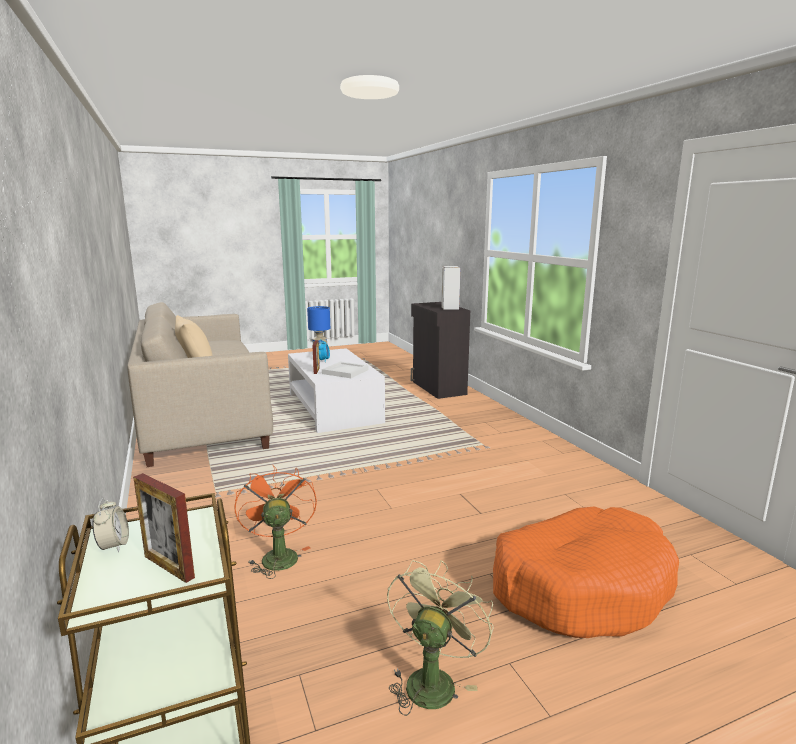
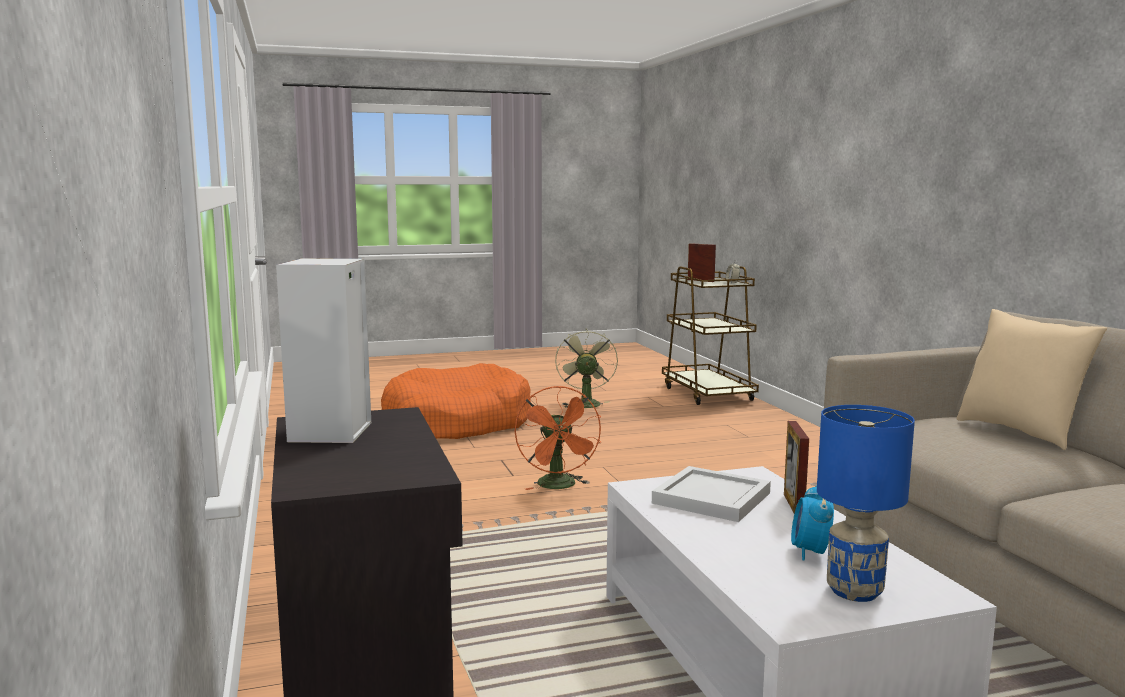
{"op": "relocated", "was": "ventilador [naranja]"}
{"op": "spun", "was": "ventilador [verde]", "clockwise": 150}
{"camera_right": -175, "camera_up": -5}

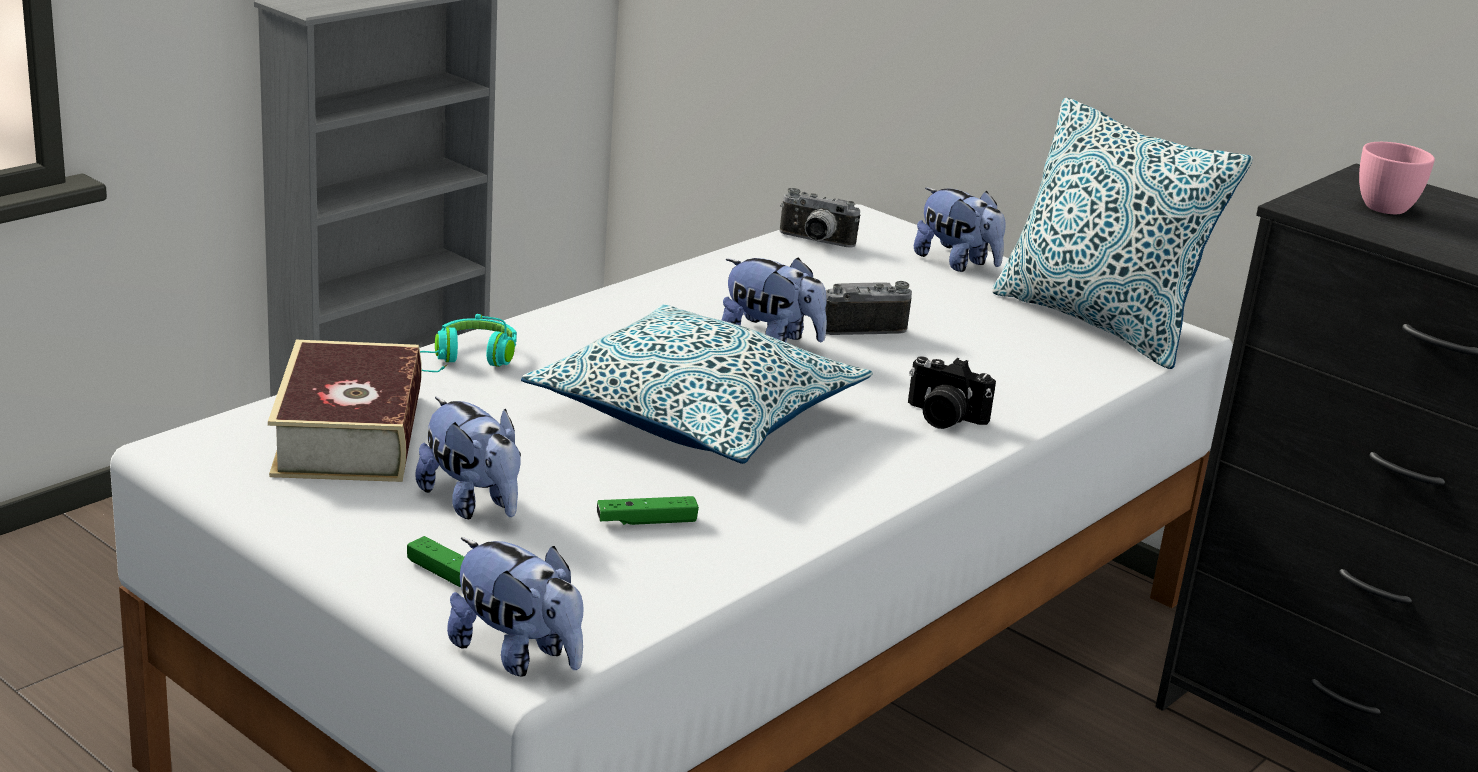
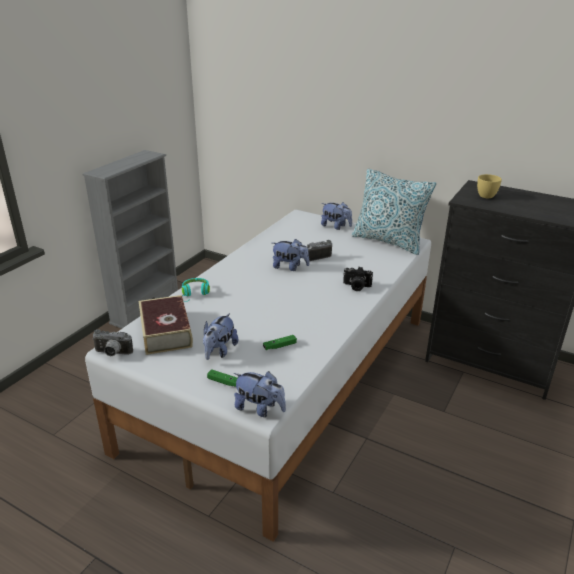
{"op": "colour", "was": "taza [rosa]", "now": "taza [amarillo]"}
{"op": "relocated", "was": "cámara (no. 1 from left)"}
{"op": "missing", "was": "cojín (no. 1 from left)"}
{"op": "spun", "was": "peluche (no. 1 from left)", "clockwise": 75}
{"camera_right": -10, "camera_up": 5}

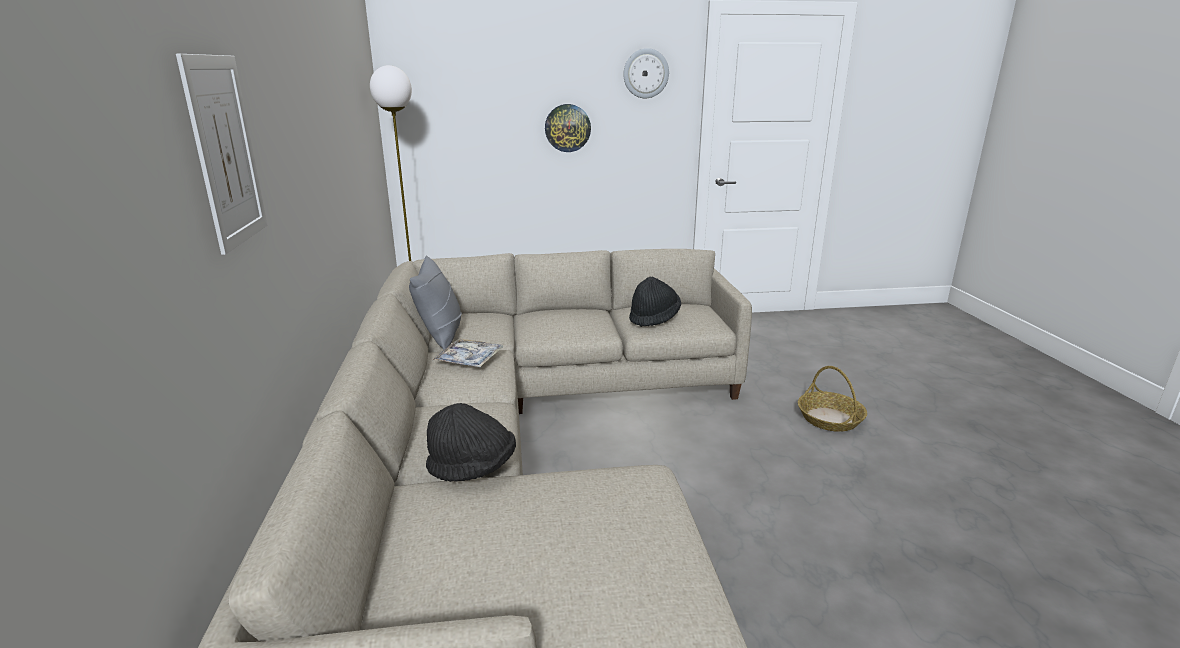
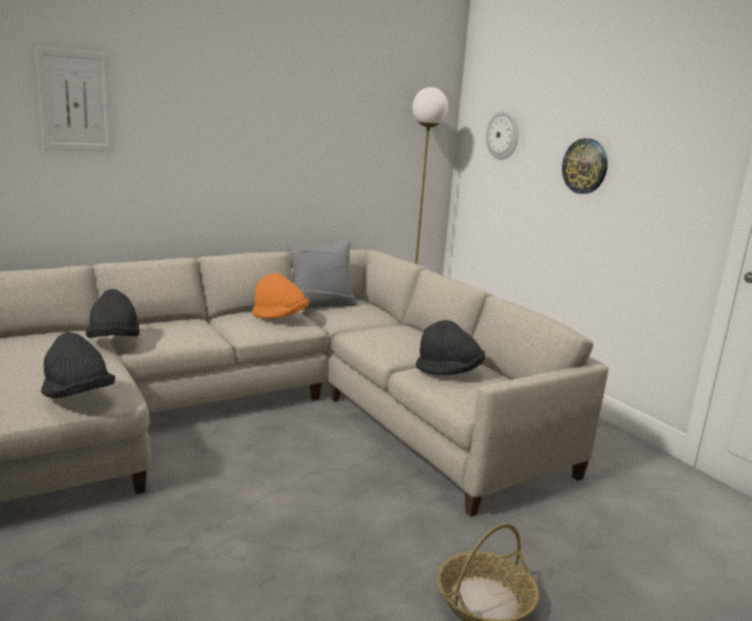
{"op": "relocated", "was": "reloj de pared (no. 2 from left in the first image)", "now": "reloj de pared (no. 1 from left)"}
{"op": "exchanged", "was": "bandeja", "now": "sombrero [naranja]"}
{"op": "appeared", "now": "sombrero [negro] (no. 1 from left)"}
{"camera_right": 65, "camera_up": -5}

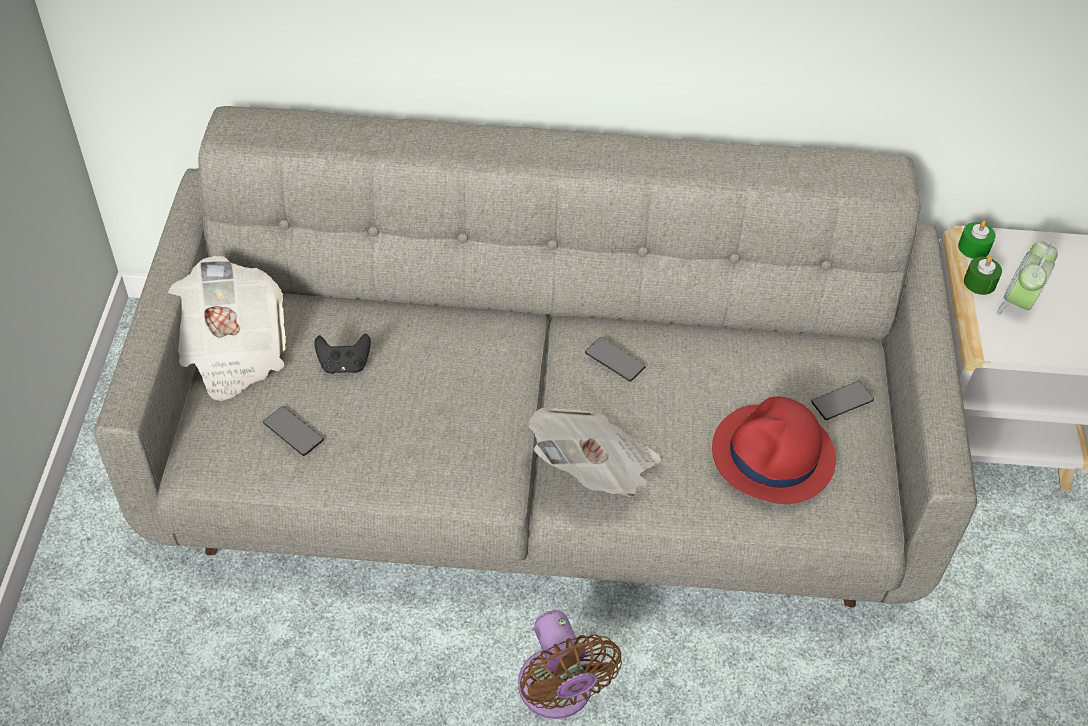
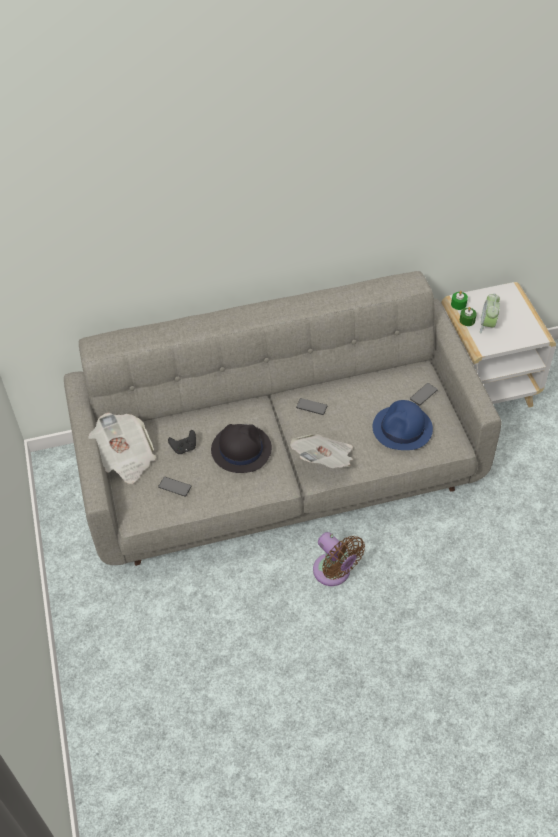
{"op": "colour", "was": "sombrero [rojo]", "now": "sombrero [azul]"}
{"op": "appeared", "now": "sombrero [negro]"}
{"camera_right": -15, "camera_up": 0}

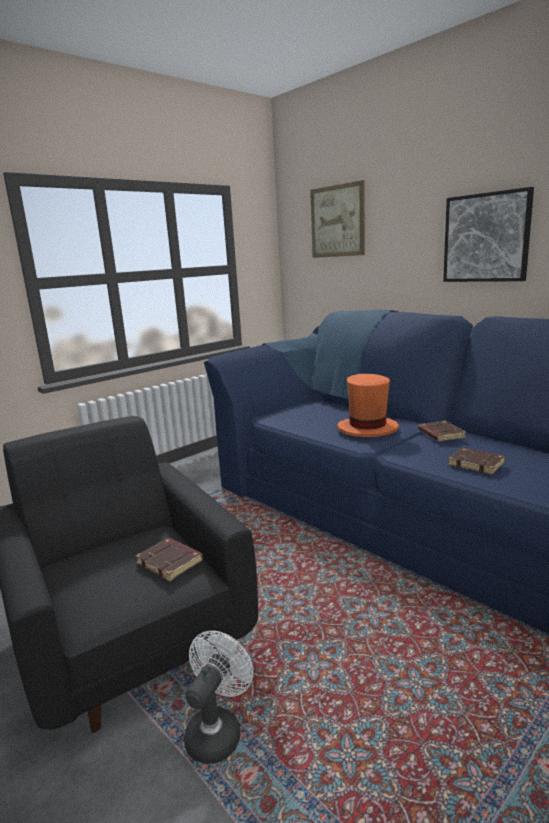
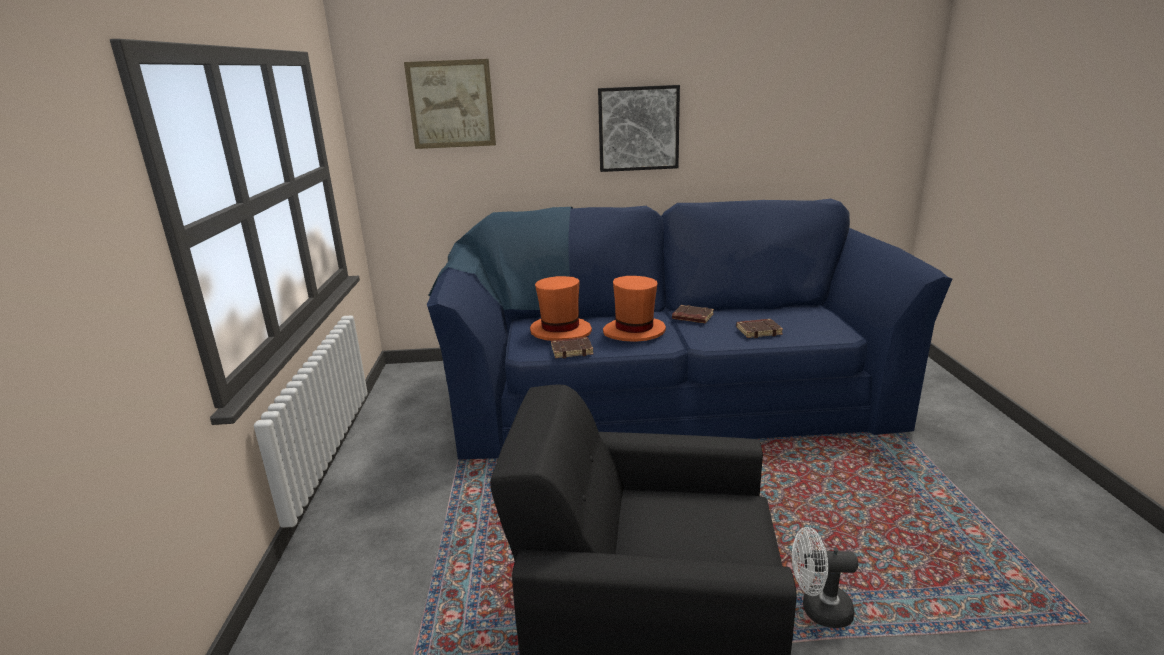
{"op": "relocated", "was": "libro [marrón] (no. 1 from left)"}
{"op": "spun", "was": "ventilador [blanco]", "clockwise": -60}
{"op": "appeared", "now": "sombrero [naranja] (no. 1 from left)"}
{"camera_right": -50, "camera_up": 5}

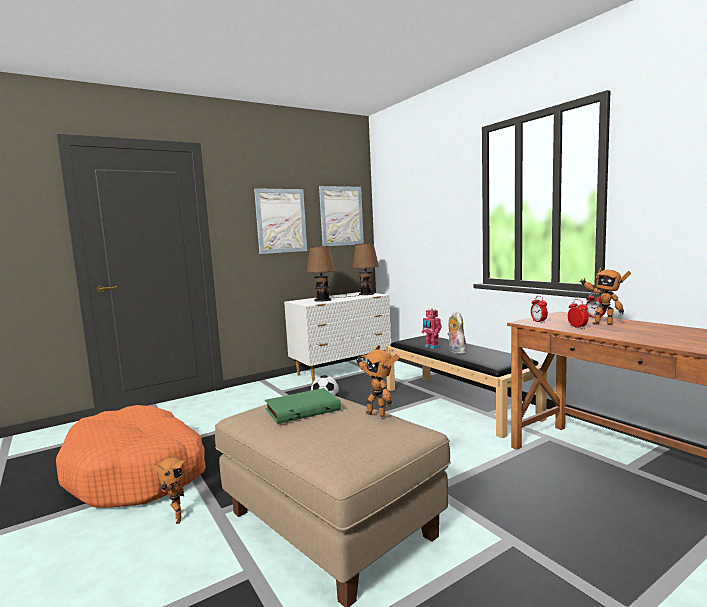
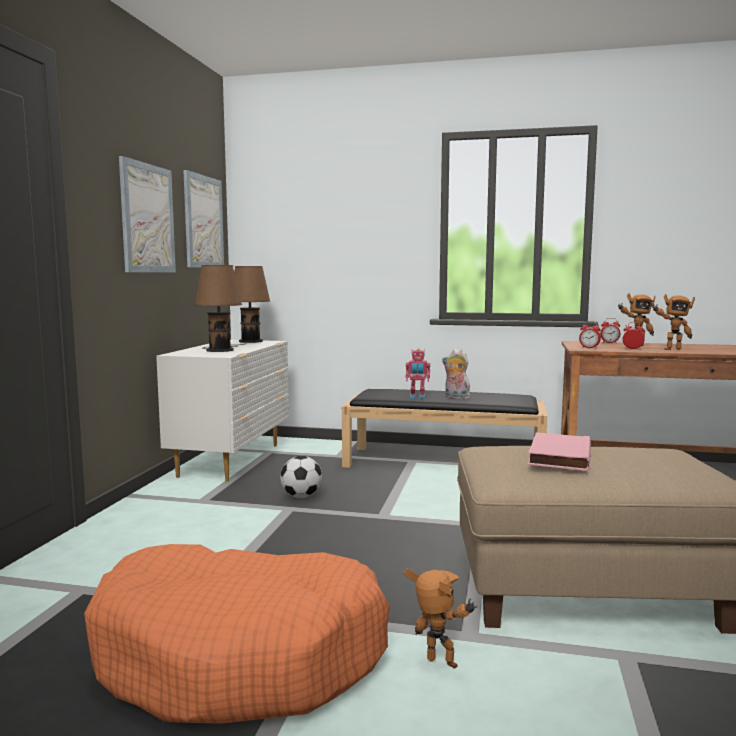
{"op": "relocated", "was": "robot de juguete (no. 2 from left in the first image)", "now": "robot de juguete (no. 4 from left)"}
{"op": "colour", "was": "libro [verde]", "now": "libro [rosa]"}
{"camera_right": -45, "camera_up": 0}

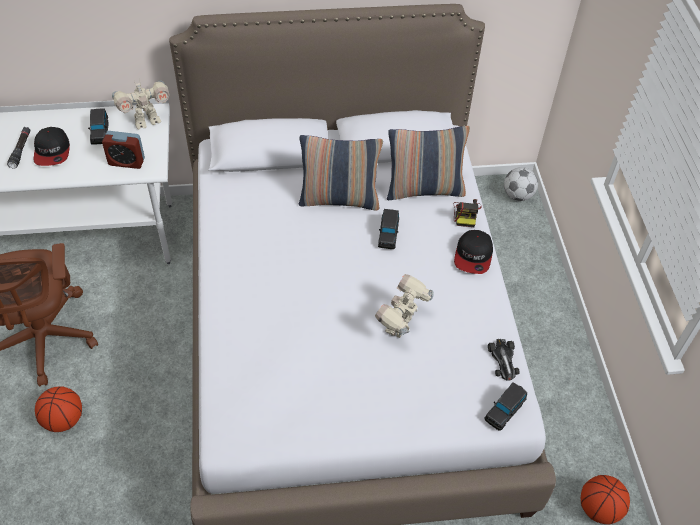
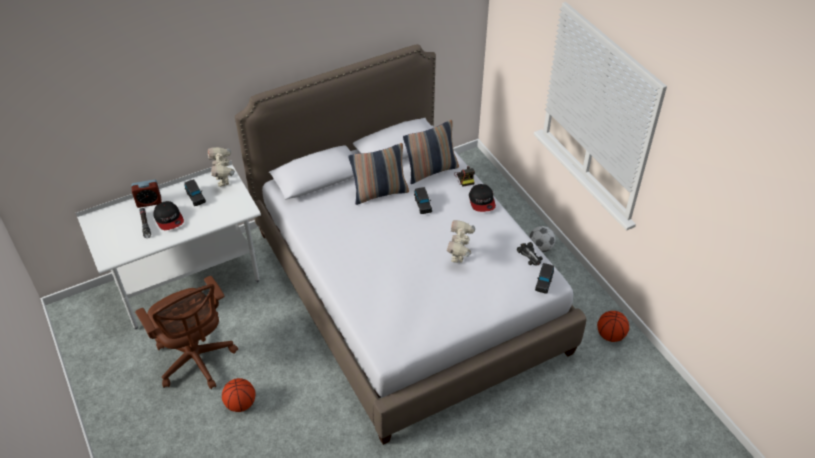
{"op": "spun", "was": "robot de juguete (no. 1 from left)", "clockwise": 120}
{"op": "relocated", "was": "despertador"}
{"op": "relocated", "was": "balón de fútbol"}
{"camera_right": -20, "camera_up": -5}

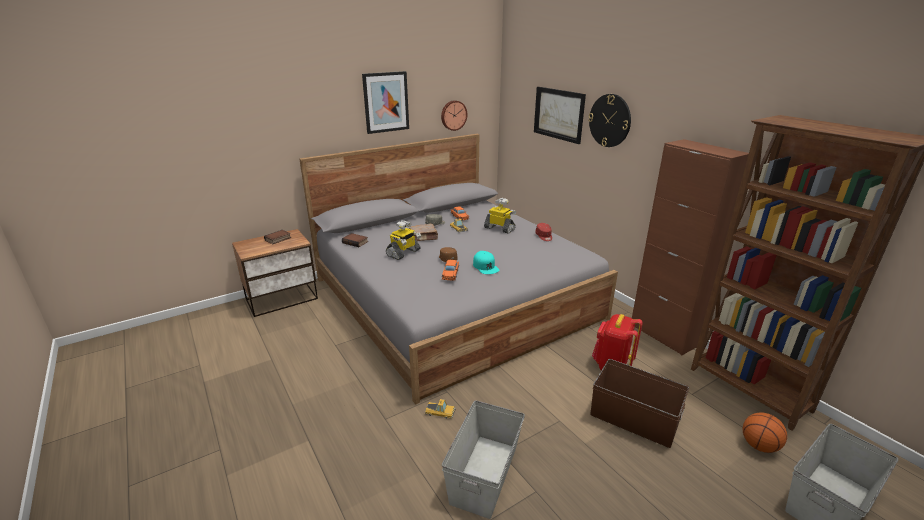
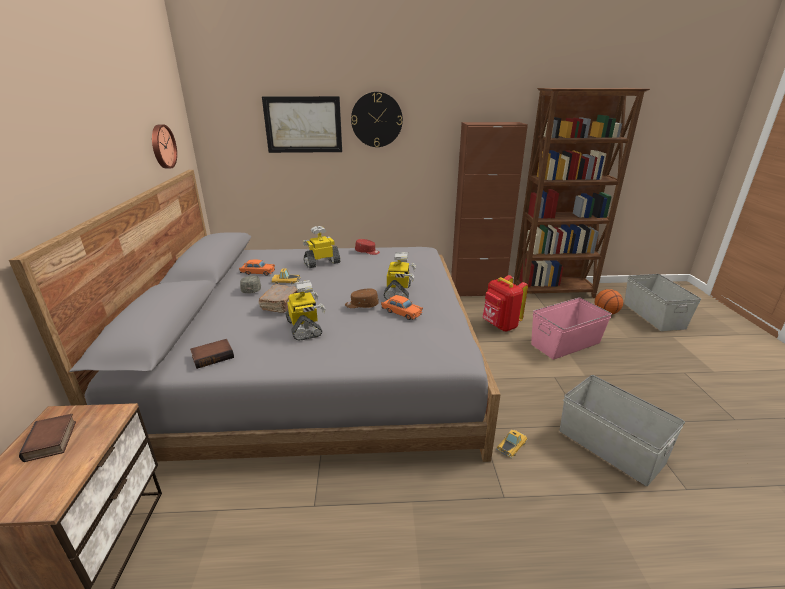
{"op": "missing", "was": "cuadro (no. 1 from left)"}
{"op": "exchanged", "was": "gorra [turquesa]", "now": "robot de juguete (no. 3 from left)"}
{"op": "colour", "was": "caja de almacenaje [marrón]", "now": "caja de almacenaje [rosa]"}
{"camera_right": -60, "camera_up": 0}

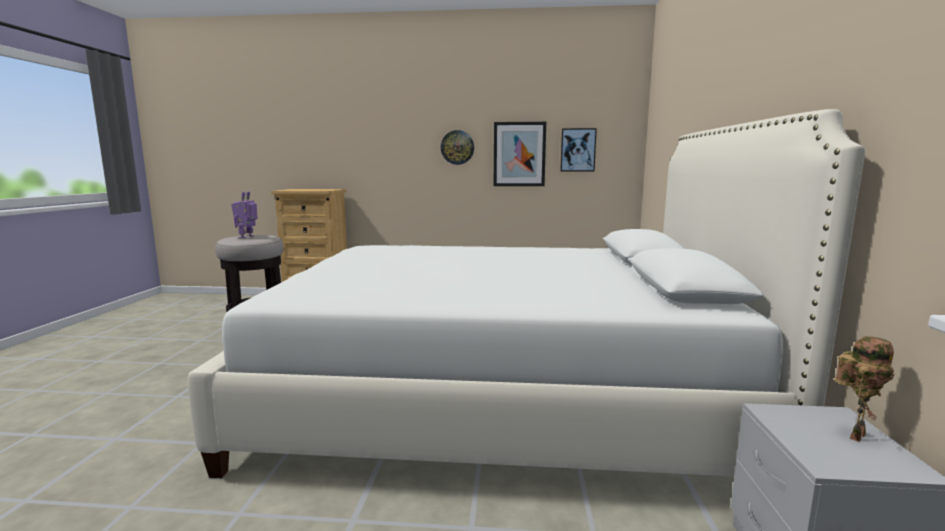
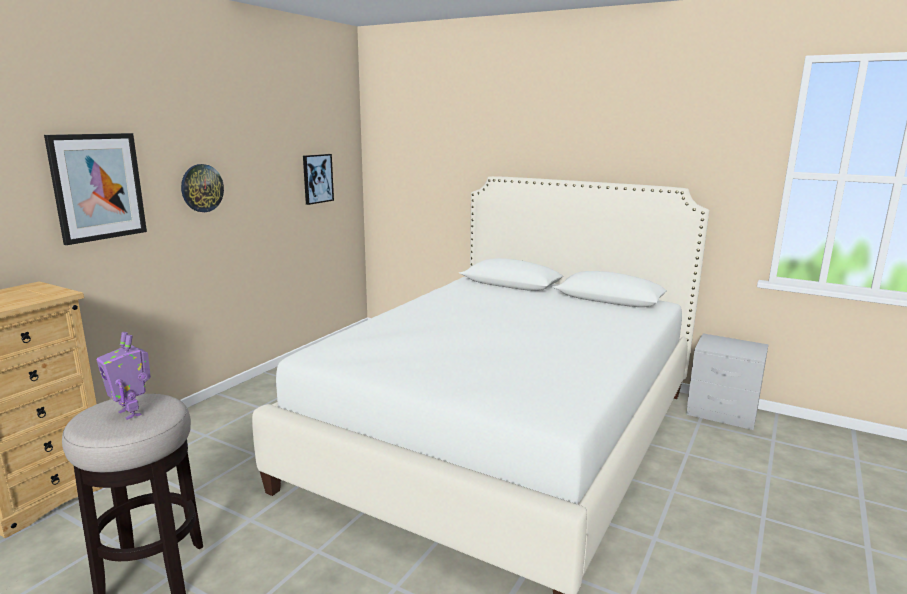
{"op": "relocated", "was": "cuadro (no. 1 from left)"}
{"op": "missing", "was": "robot de juguete (no. 2 from left)"}
{"camera_right": -65, "camera_up": 5}

